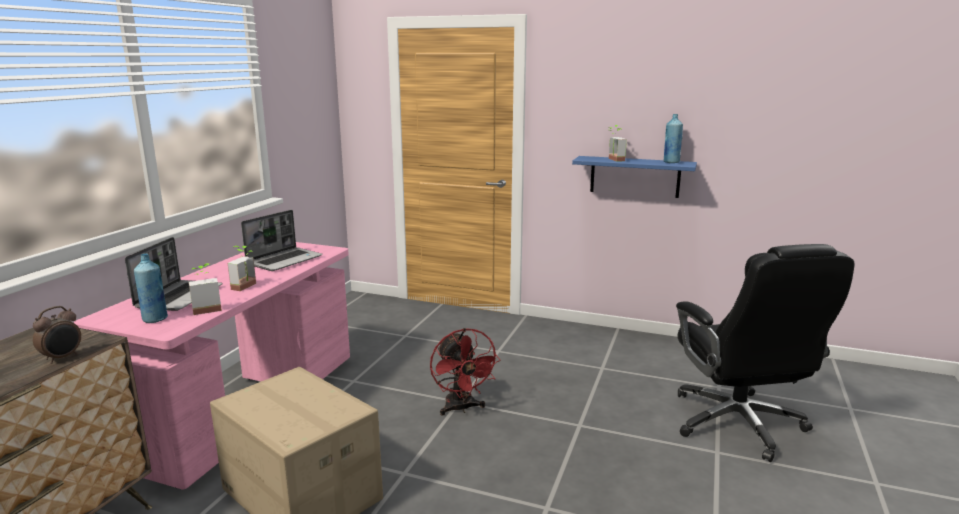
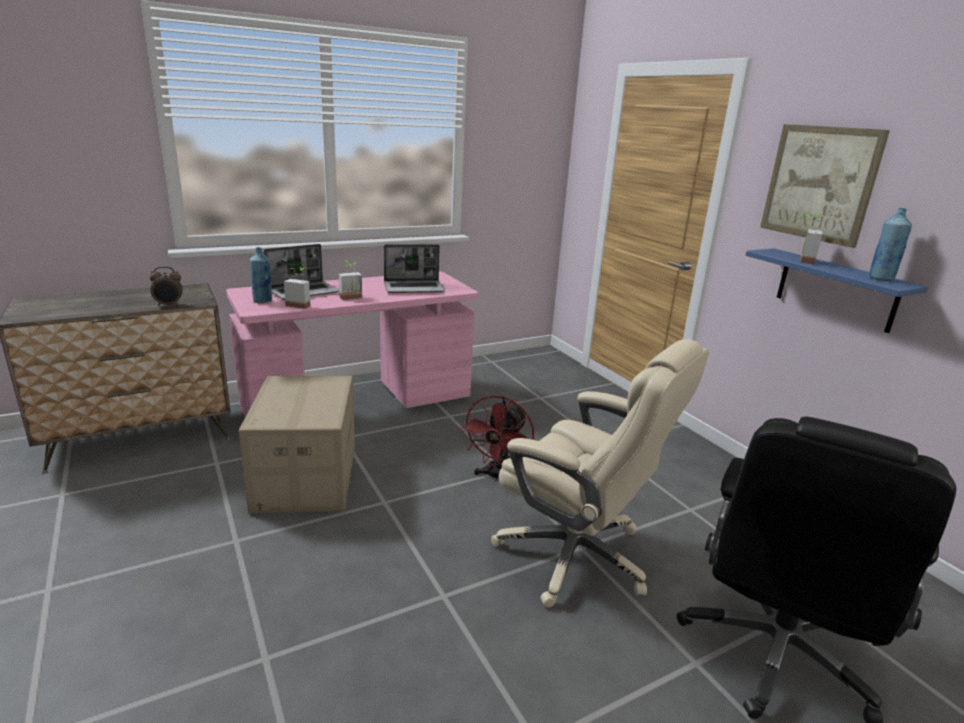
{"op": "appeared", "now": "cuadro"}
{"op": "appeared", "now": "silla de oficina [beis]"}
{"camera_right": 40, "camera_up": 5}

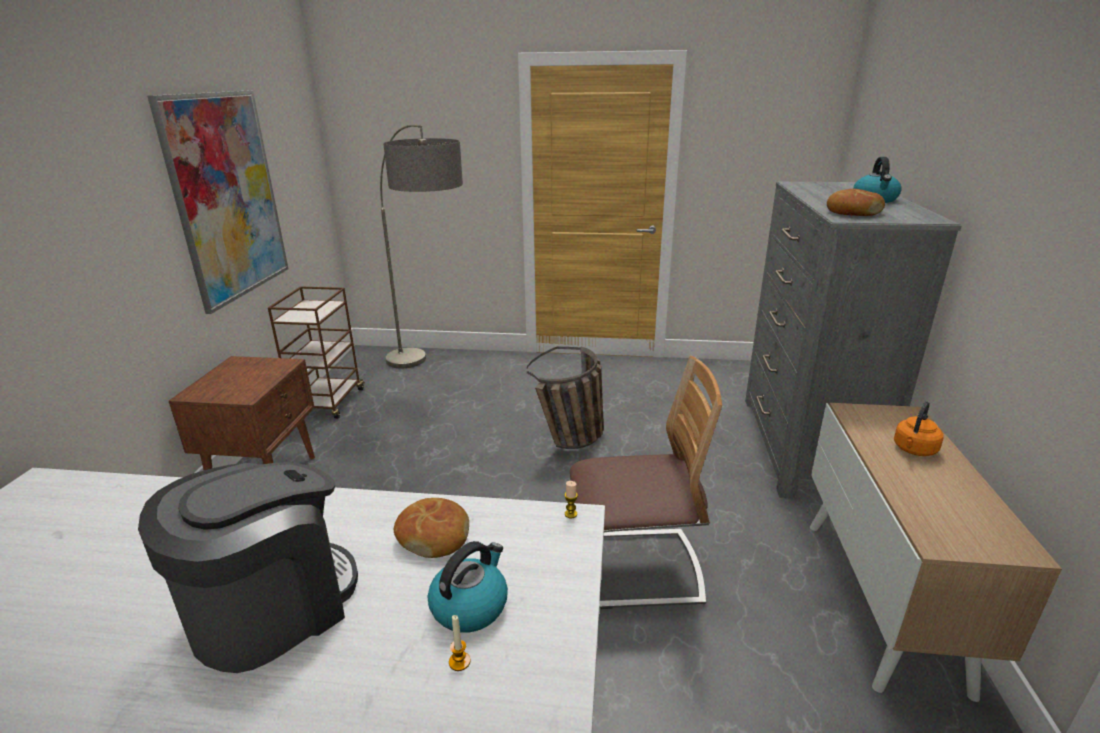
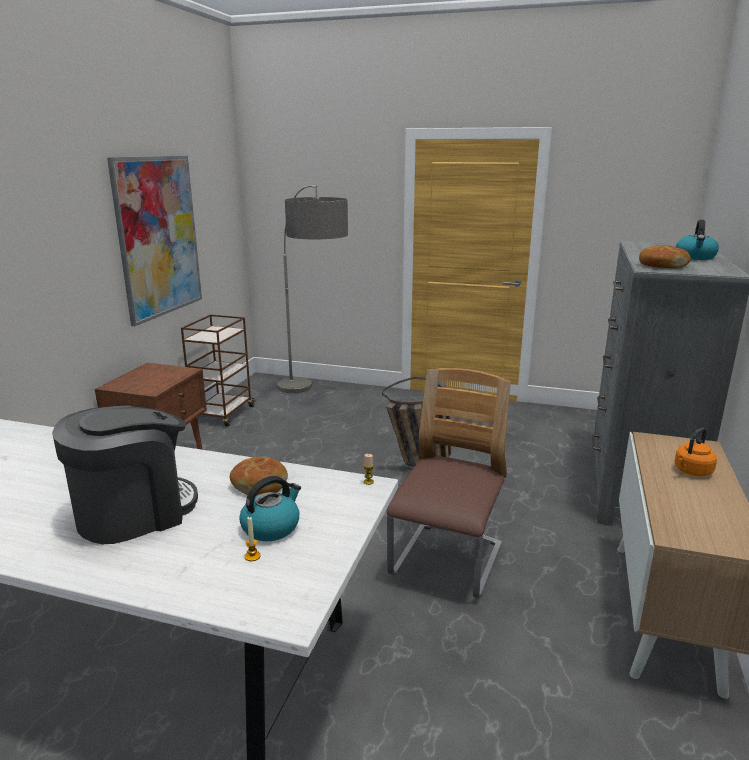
{"op": "spun", "was": "silla", "clockwise": -75}
{"camera_right": 10, "camera_up": -5}

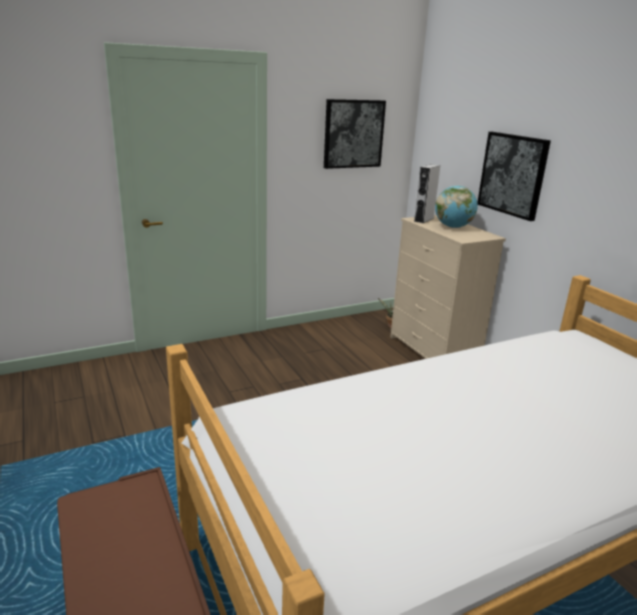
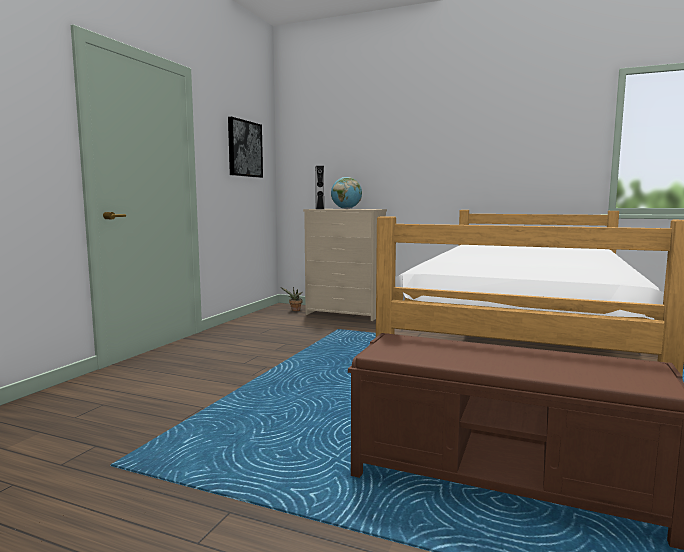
{"op": "missing", "was": "cuadro (no. 2 from left)"}
{"camera_right": -40, "camera_up": -15}

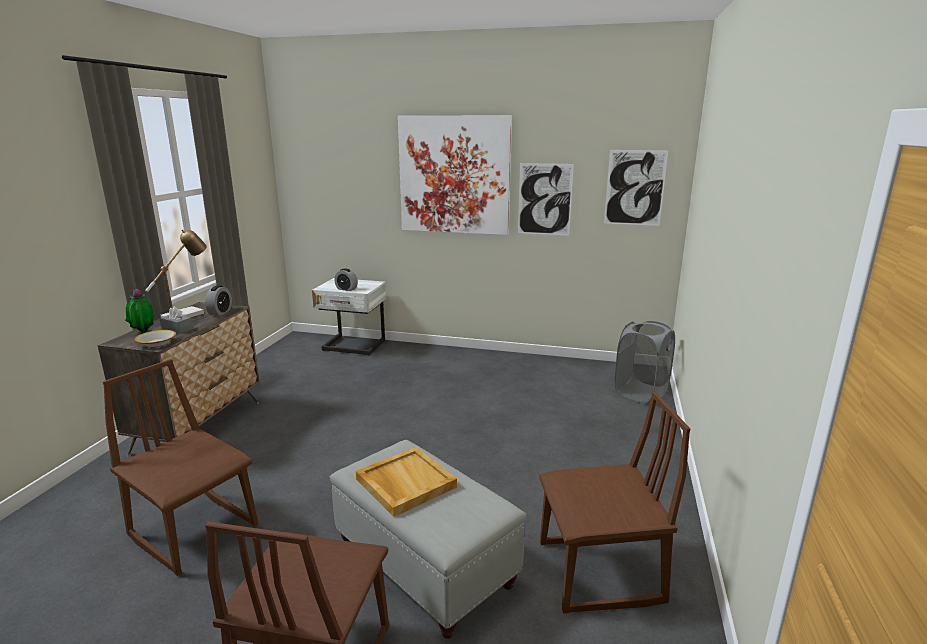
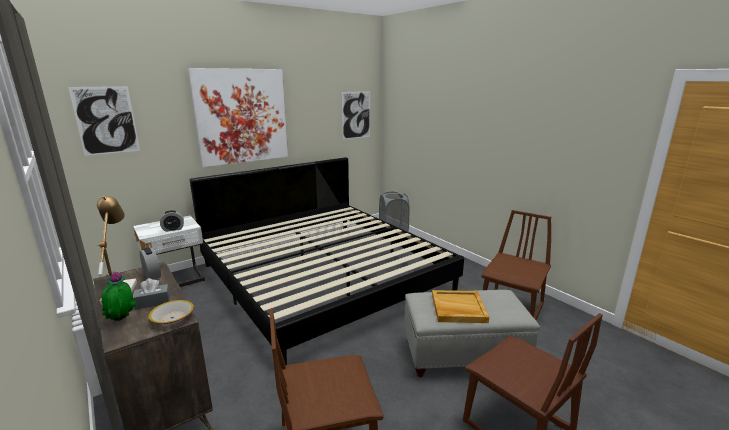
{"op": "relocated", "was": "cuadro (no. 2 from left in the first image)", "now": "cuadro (no. 1 from left)"}
{"op": "appeared", "now": "cama"}
{"camera_right": -50, "camera_up": 0}

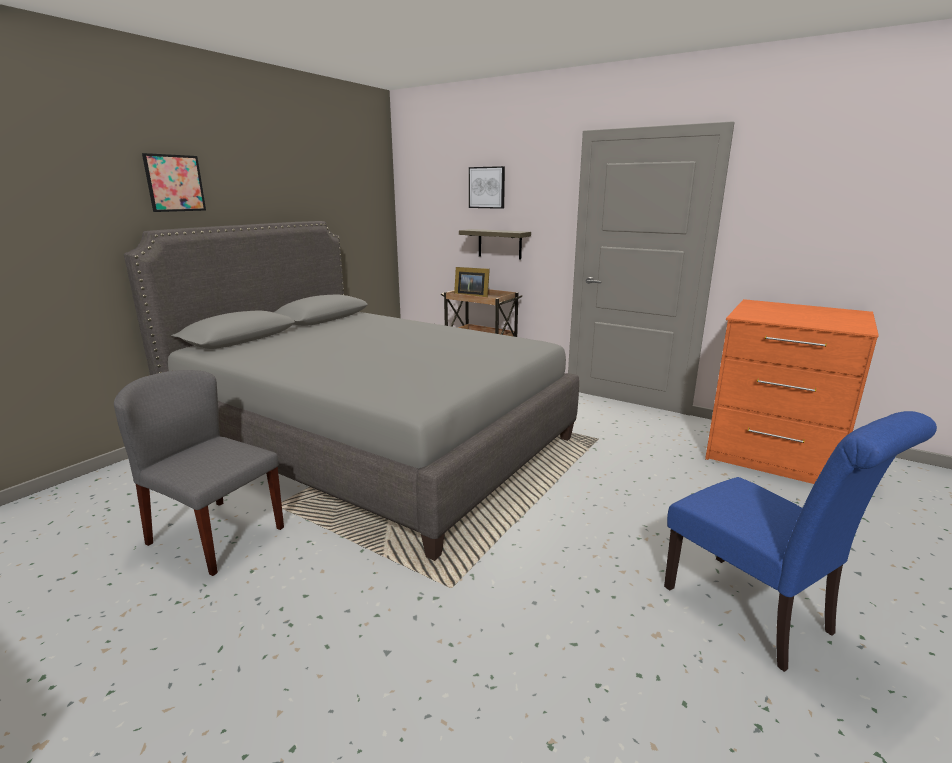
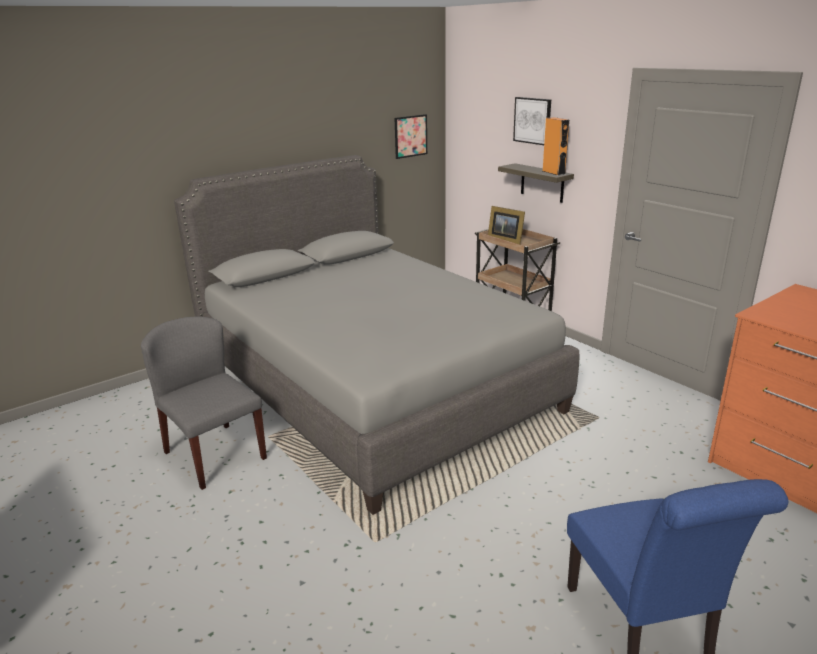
{"op": "relocated", "was": "cuadro (no. 1 from left)"}
{"op": "appeared", "now": "altavoz [naranja]"}
{"camera_right": 20, "camera_up": 5}

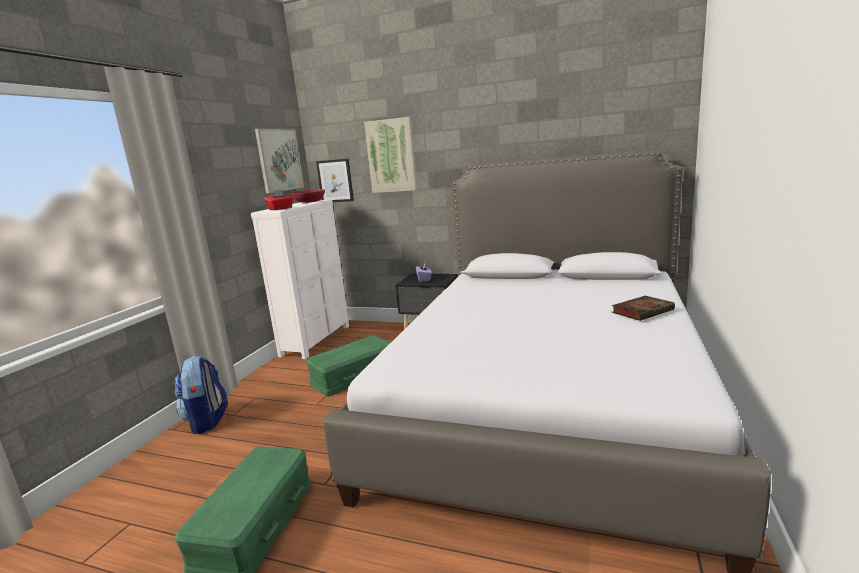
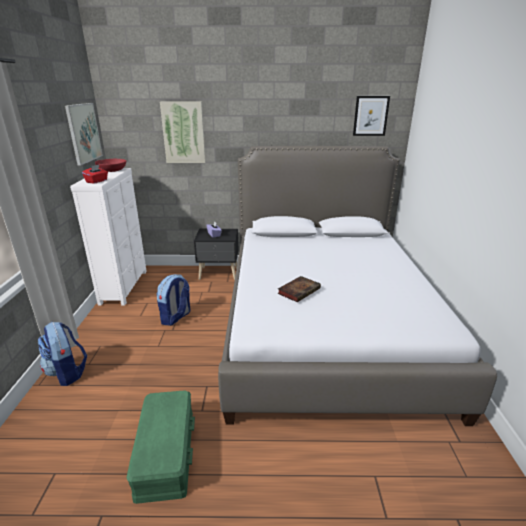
{"op": "relocated", "was": "cuadro (no. 2 from left in the first image)", "now": "cuadro (no. 3 from left)"}
{"op": "relocated", "was": "libro"}
{"op": "exchanged", "was": "caja de almacenaje [verde] (no. 2 from left)", "now": "mochila (no. 2 from left)"}
{"camera_right": -20, "camera_up": 10}

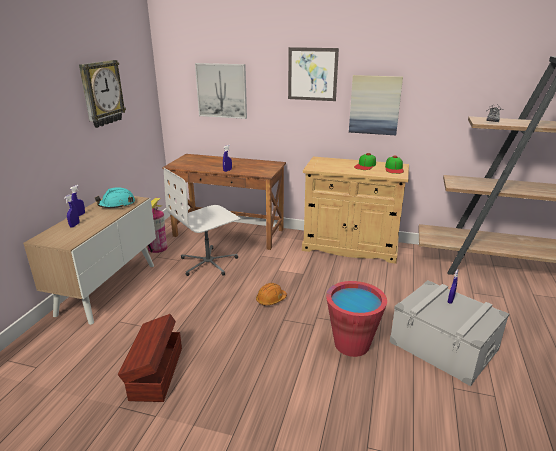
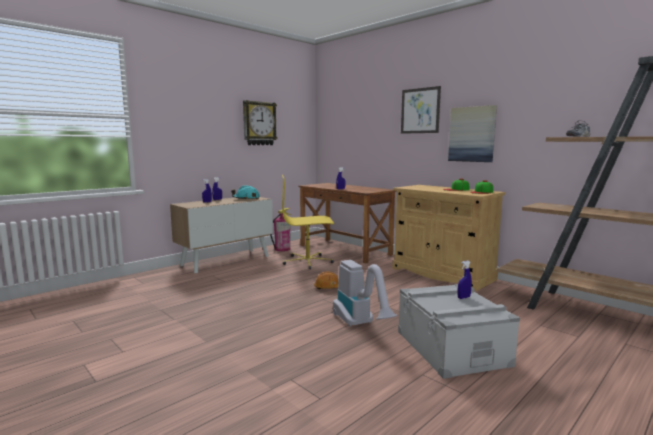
{"op": "missing", "was": "cuadro (no. 1 from left)"}
{"op": "colour", "was": "silla de oficina [blanco]", "now": "silla de oficina [amarillo]"}
{"op": "exchanged", "was": "cubo [rojo]", "now": "aspiradora"}
{"op": "missing", "was": "caja de almacenaje [marrón]"}
{"camera_right": 30, "camera_up": -15}

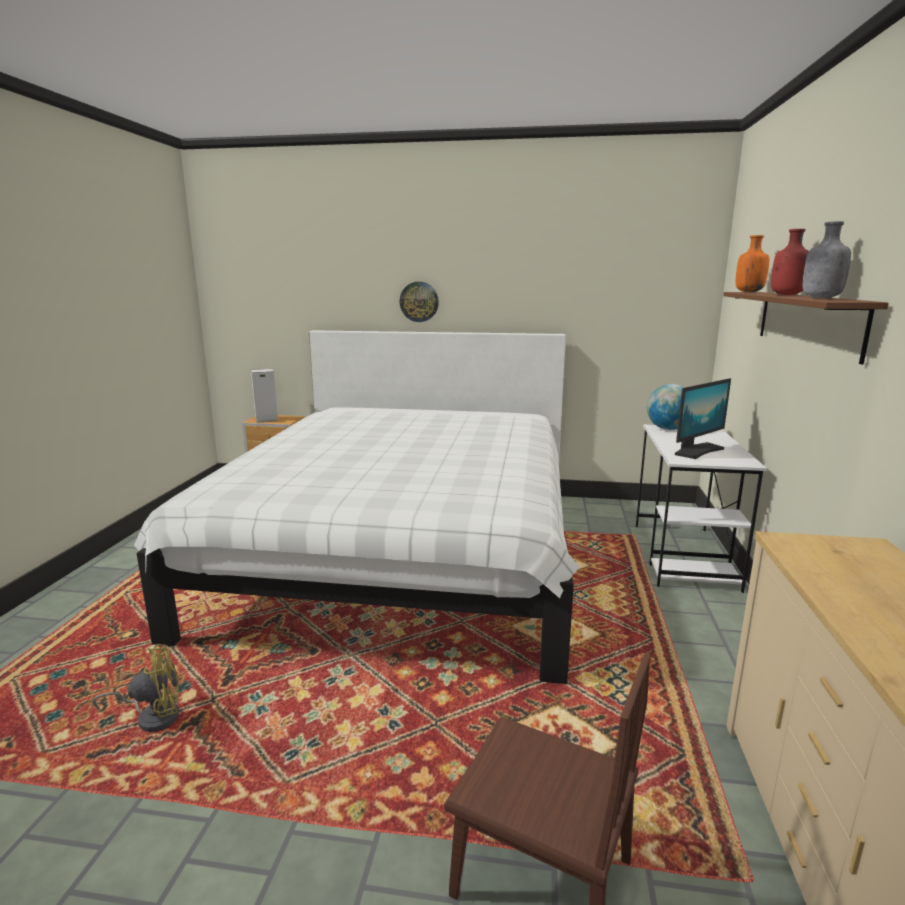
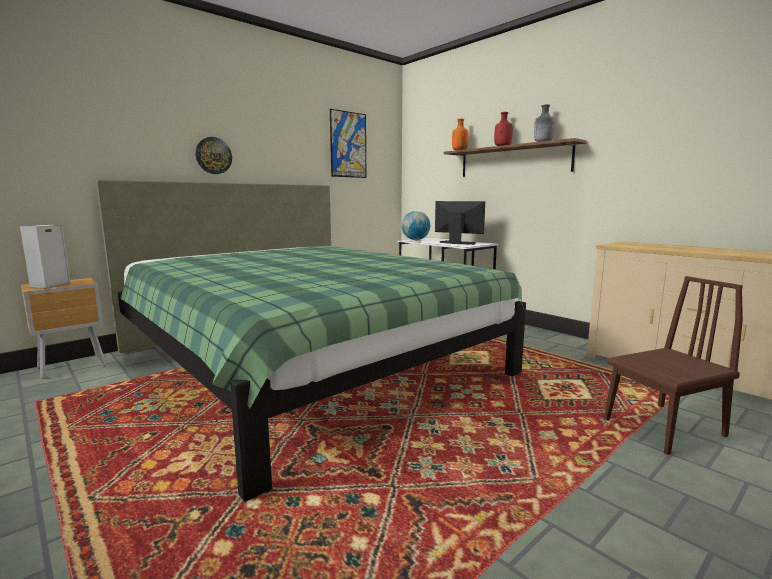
{"op": "colour", "was": "cama [blanco]", "now": "cama [verde]"}
{"op": "spun", "was": "monitor", "clockwise": -60}
{"op": "missing", "was": "ventilador [amarillo]"}
{"op": "appeared", "now": "cuadro"}
{"camera_right": -50, "camera_up": -5}

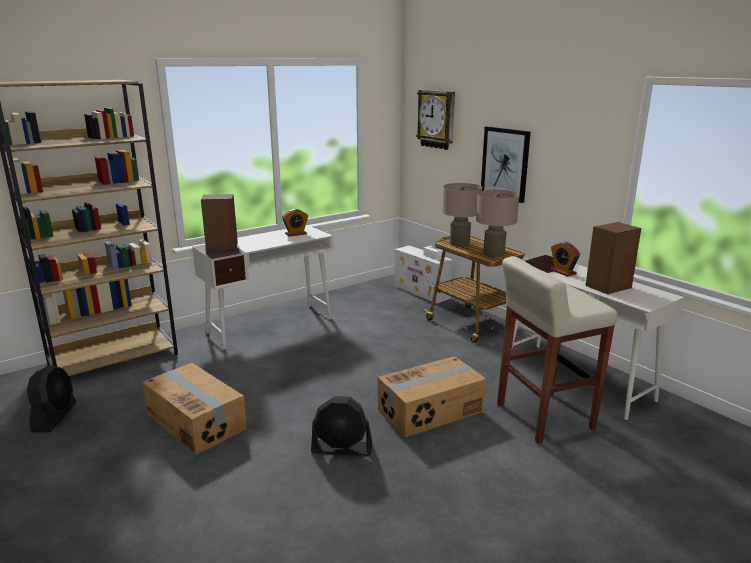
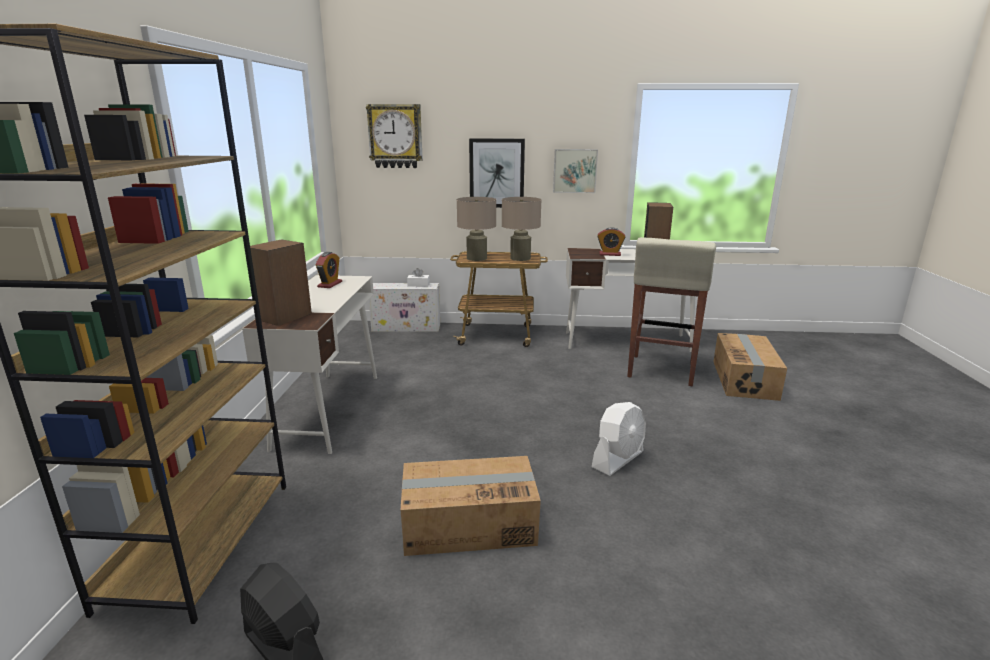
{"op": "relocated", "was": "caja de cartón (no. 2 from left)"}
{"op": "colour", "was": "ventilador [negro] (no. 2 from left)", "now": "ventilador [blanco]"}
{"op": "appeared", "now": "cuadro (no. 2 from left)"}
{"camera_right": -50, "camera_up": 0}

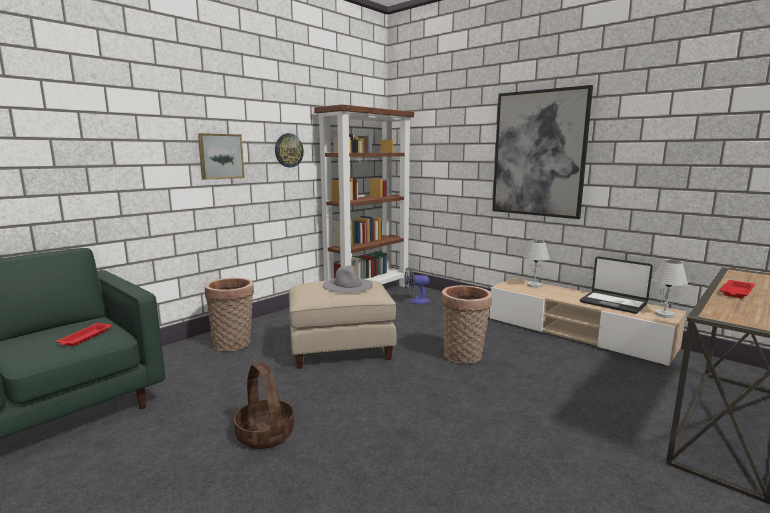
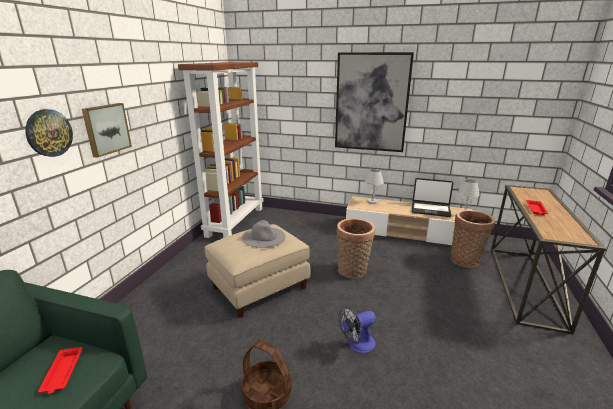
{"op": "relocated", "was": "reloj de pared"}
{"op": "relocated", "was": "ventilador"}
{"op": "relocated", "was": "cesta (no. 1 from left in the first image)", "now": "cesta (no. 3 from left)"}
{"camera_right": -25, "camera_up": 10}

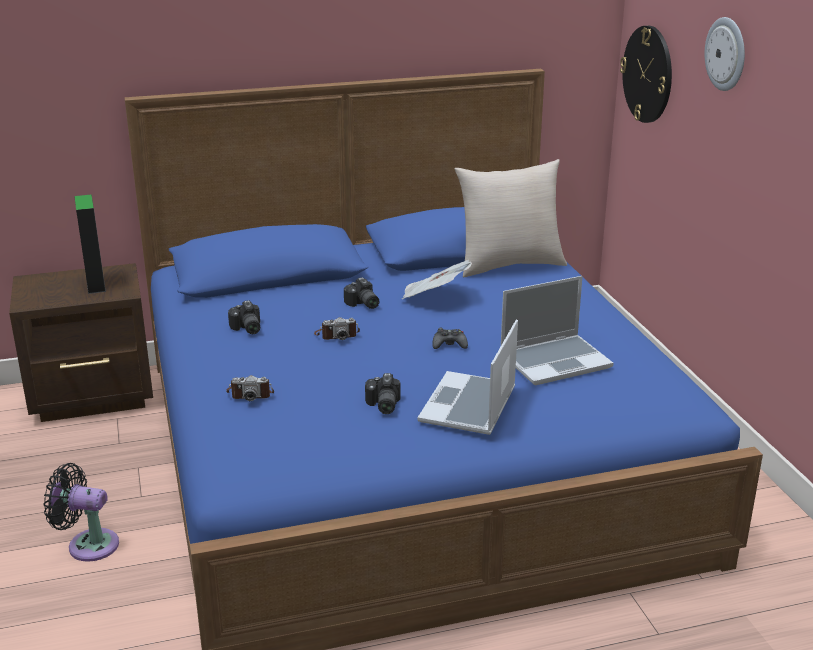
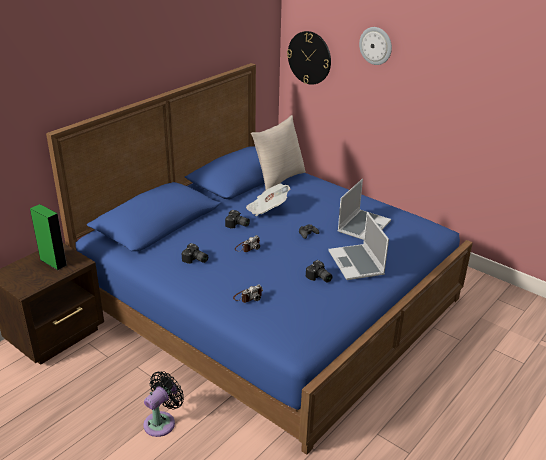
{"op": "spun", "was": "ventilador [negro]", "clockwise": 150}
{"camera_right": -35, "camera_up": 5}

